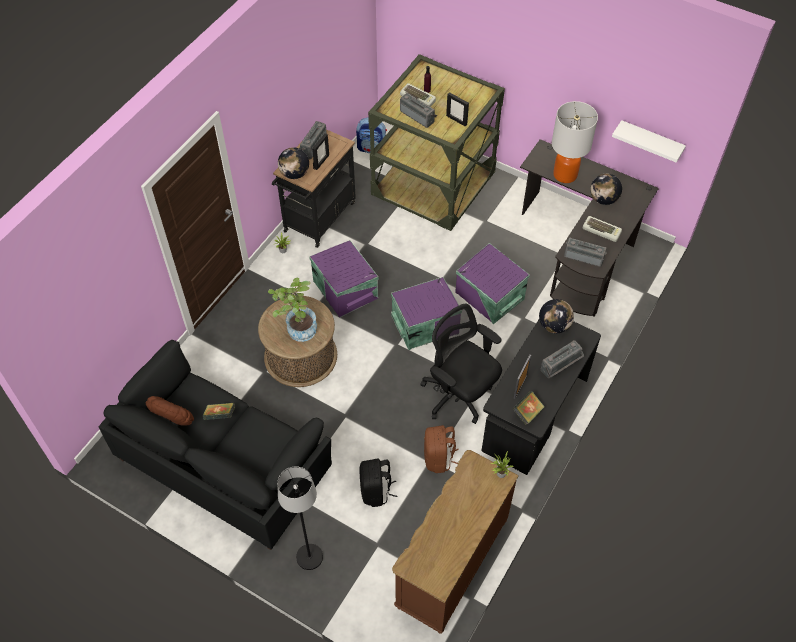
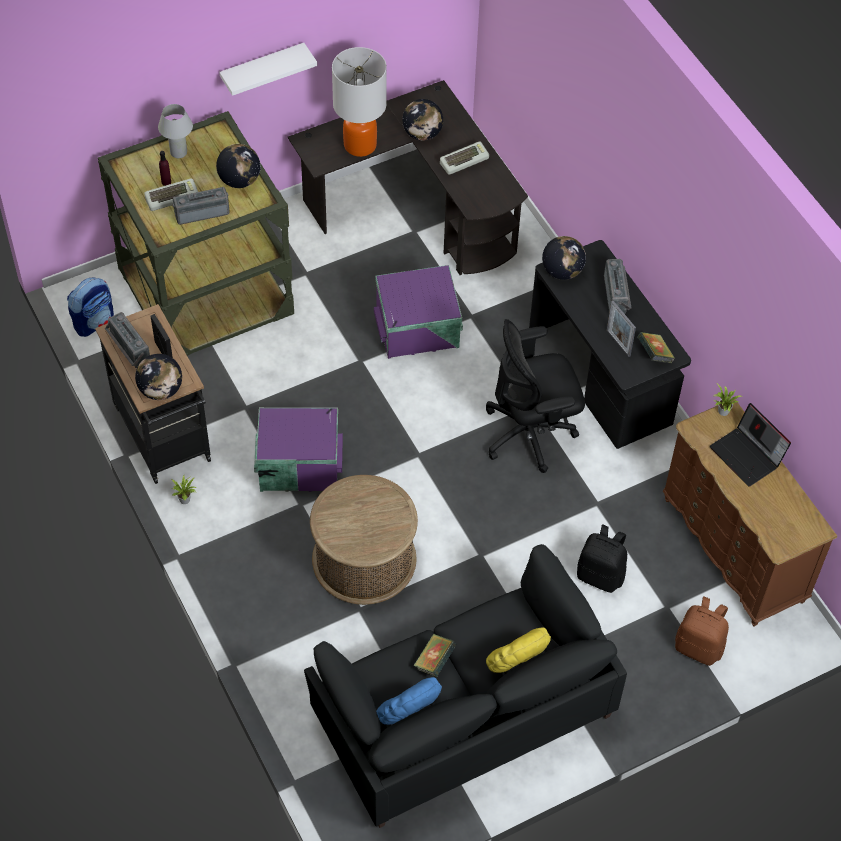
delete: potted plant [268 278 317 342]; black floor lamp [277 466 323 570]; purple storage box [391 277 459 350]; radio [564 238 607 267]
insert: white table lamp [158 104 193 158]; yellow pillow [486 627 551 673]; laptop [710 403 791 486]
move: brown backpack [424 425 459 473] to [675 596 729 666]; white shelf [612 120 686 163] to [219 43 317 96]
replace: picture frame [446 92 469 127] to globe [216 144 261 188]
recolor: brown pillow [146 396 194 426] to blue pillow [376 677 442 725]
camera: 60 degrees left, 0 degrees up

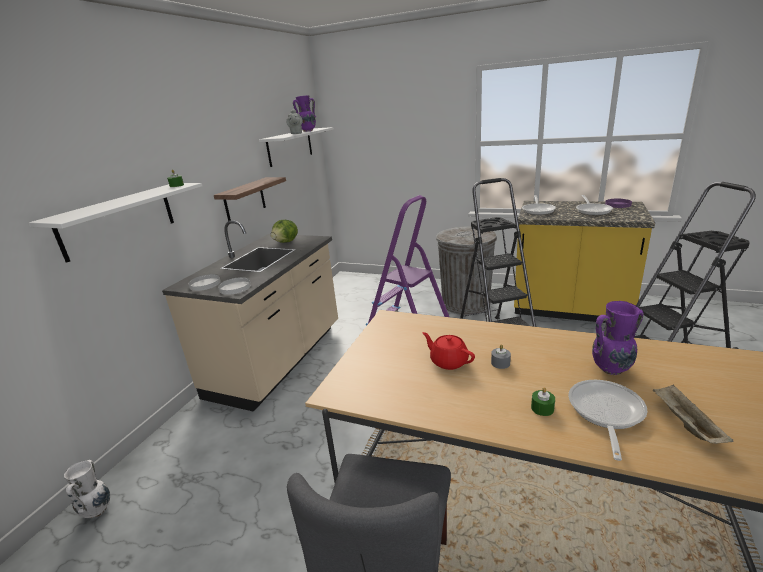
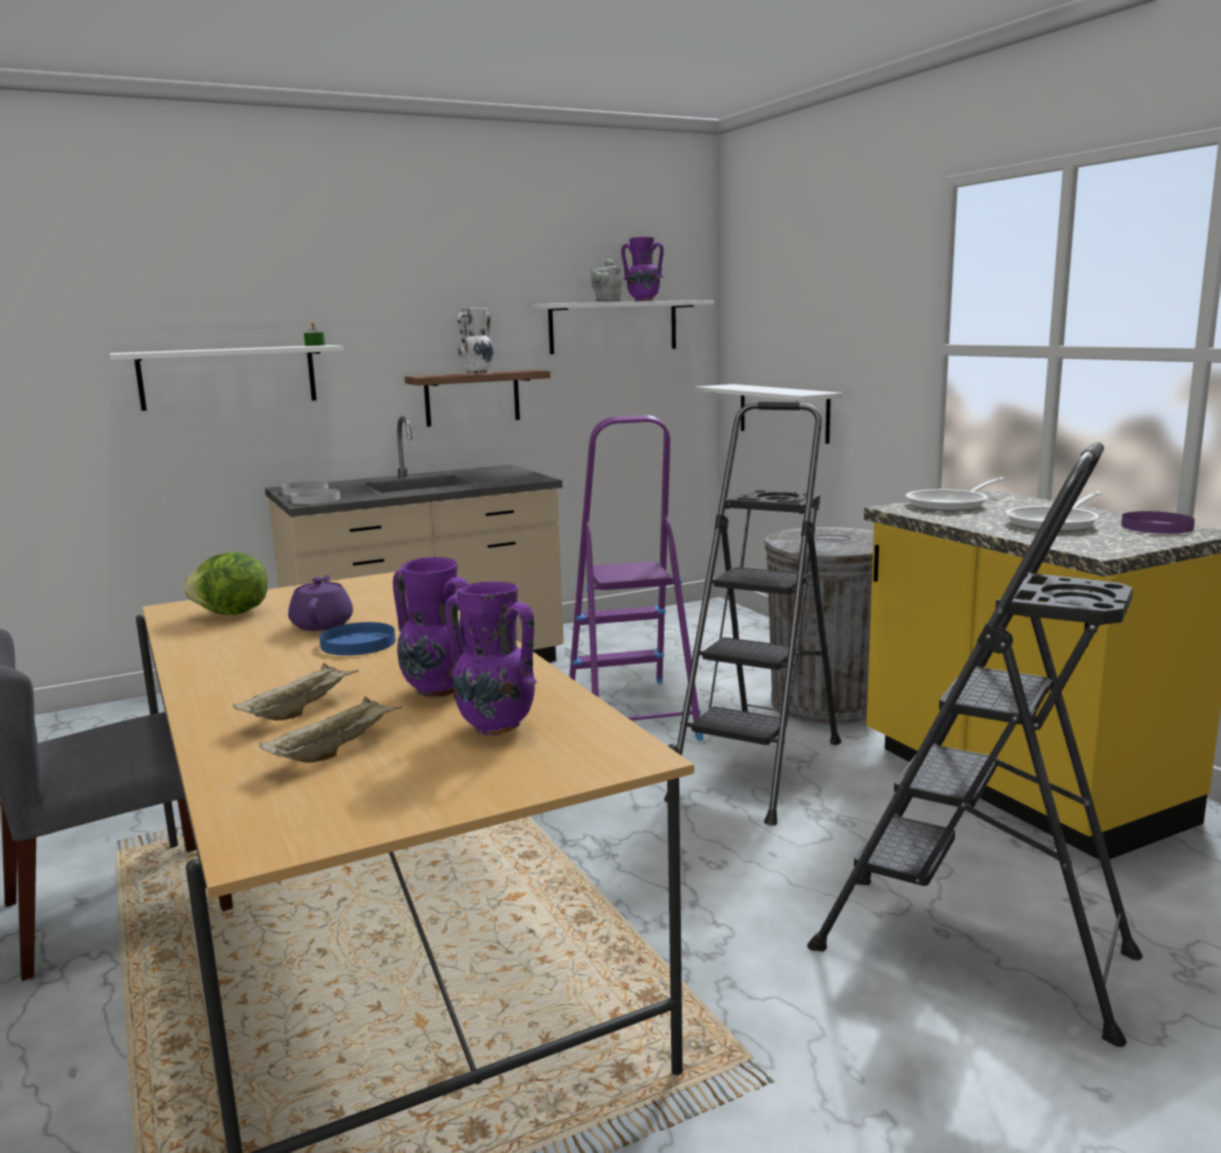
delete: green candle [531 387 555 416]
insert: purple vase [445 582 537 736]; white shelf [694 384 843 444]
move: white vase [64 460 110 518] to [457 308 494 373]; lettuce [271 220 298 243] to [183 552 268 615]
replace: grey candle [491 344 511 369] to blue plate [320 622 396 656]; frying pan [568 380 647 461] to beige tray [233 663 359 720]
recolor: red teapot [423 332 475 370] to purple teapot [288 575 353 631]
camera: 40 degrees right, 10 degrees down

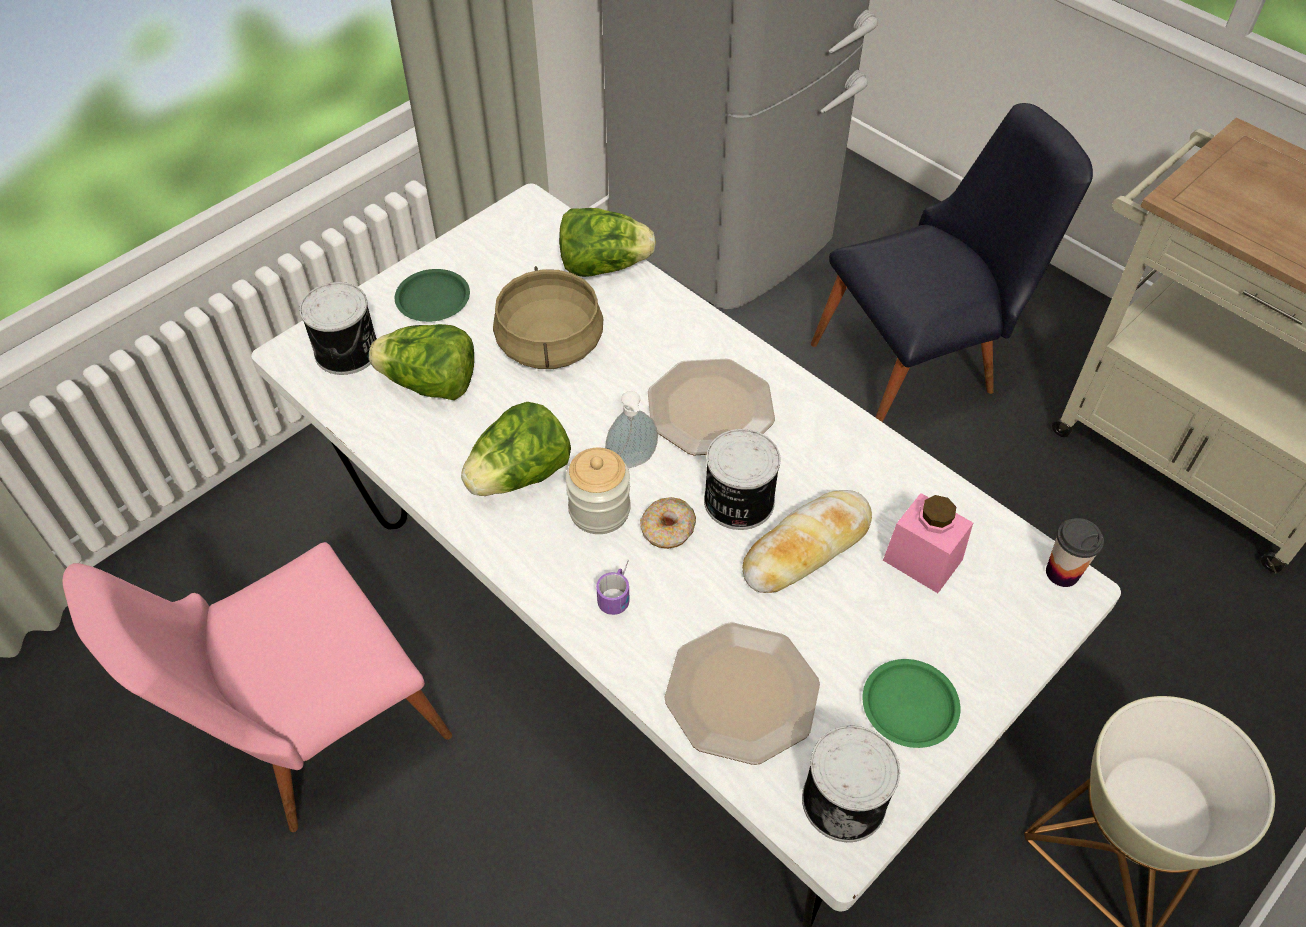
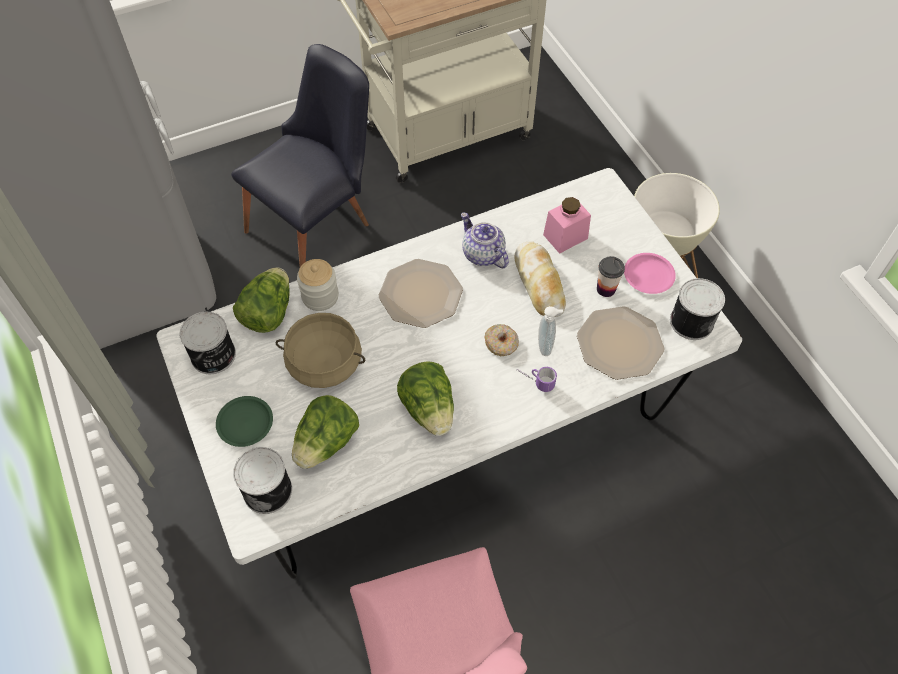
insert: teapot [461 213 509 268]
move: jar [565 448 630 534] to [297 259 339 311]; soap dispenser [605 391 658 468] to [538 306 563 356]; can [704 429 781 530] to [180 312 236 374]; cup [1046 518 1104 587] to [597 256 625 297]
recolor: green plate [862 659 960 748] to pink plate [624 253 676 294]
rotate: black chair [811 103 1093 422] = [231 44 369 267] 45 degrees clockwise
camera: 70 degrees left, 5 degrees up

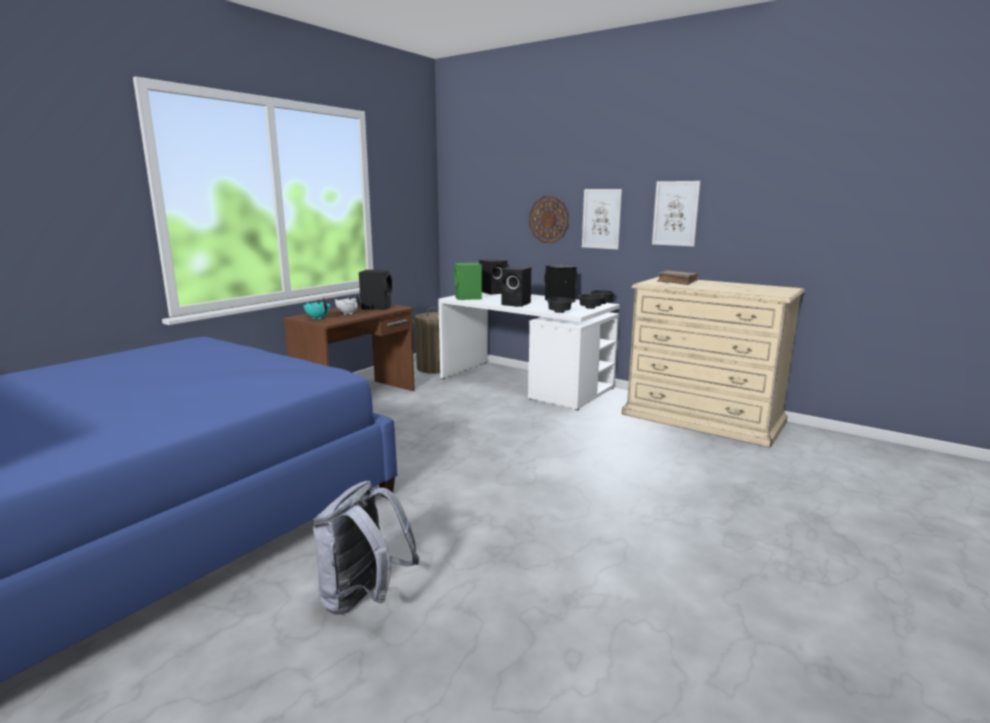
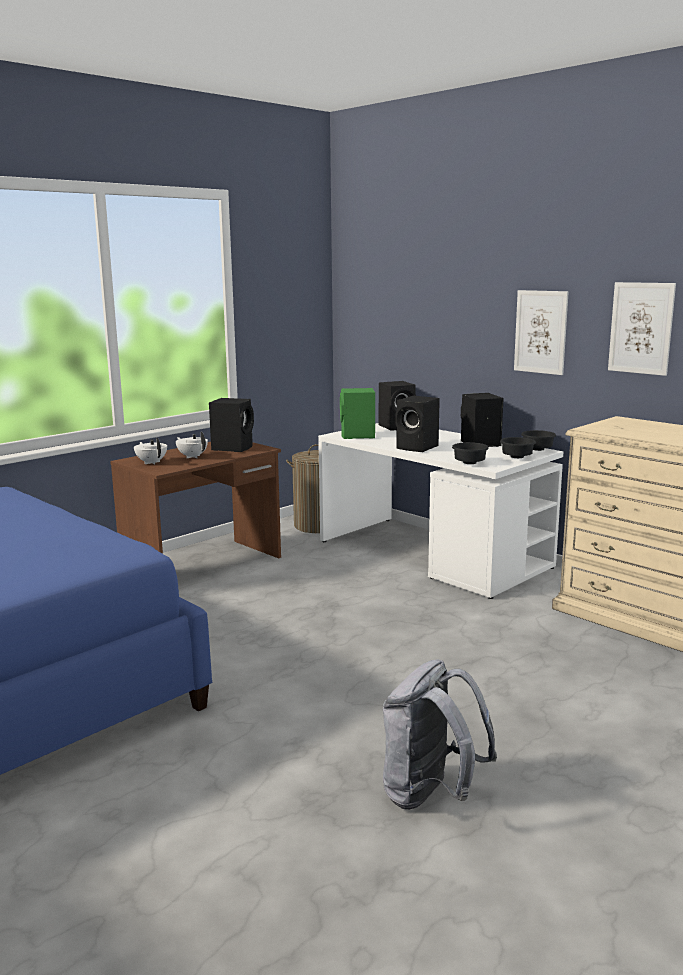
delete: wall clock [529 196 569 243]; brown book [657 271 698 285]
move: grey backpack [313 481 419 615] to [383 659 497 810]
recolor: turquoise teapot [304 298 330 319] to white teapot [134 438 167 465]
camera: 10 degrees right, 0 degrees up

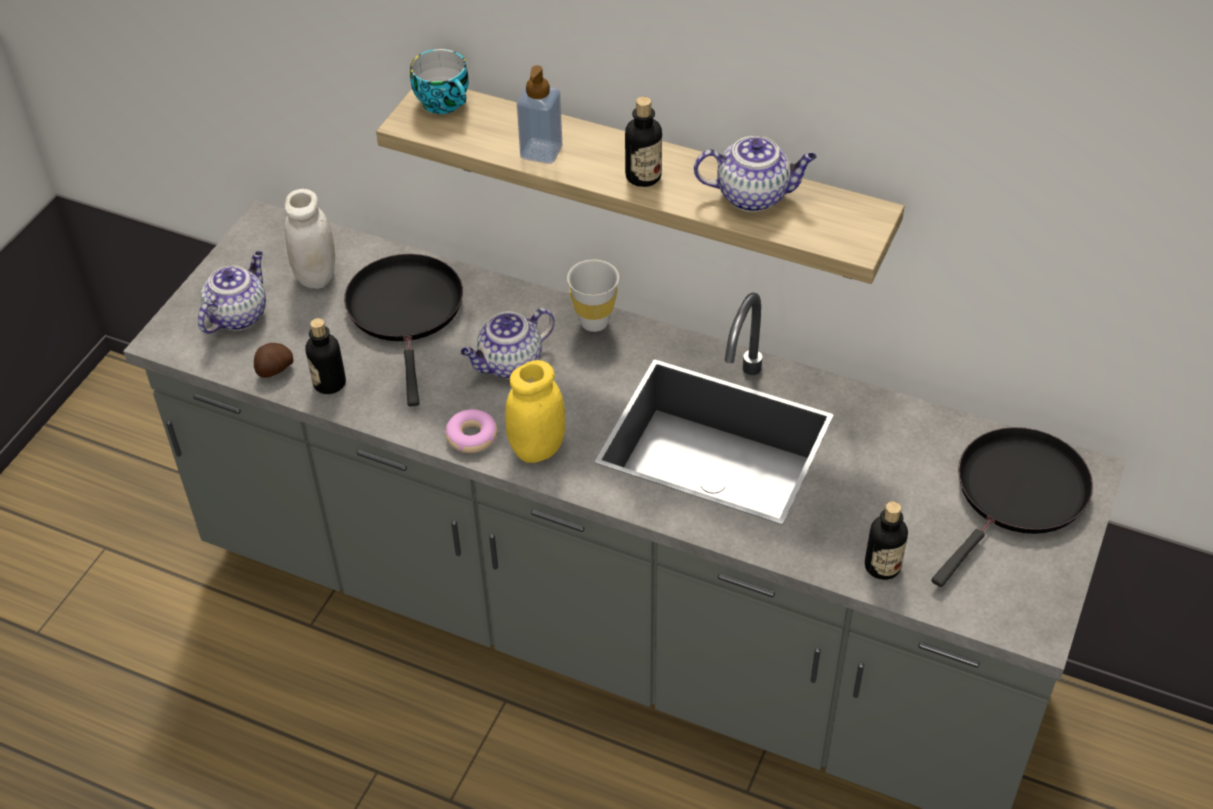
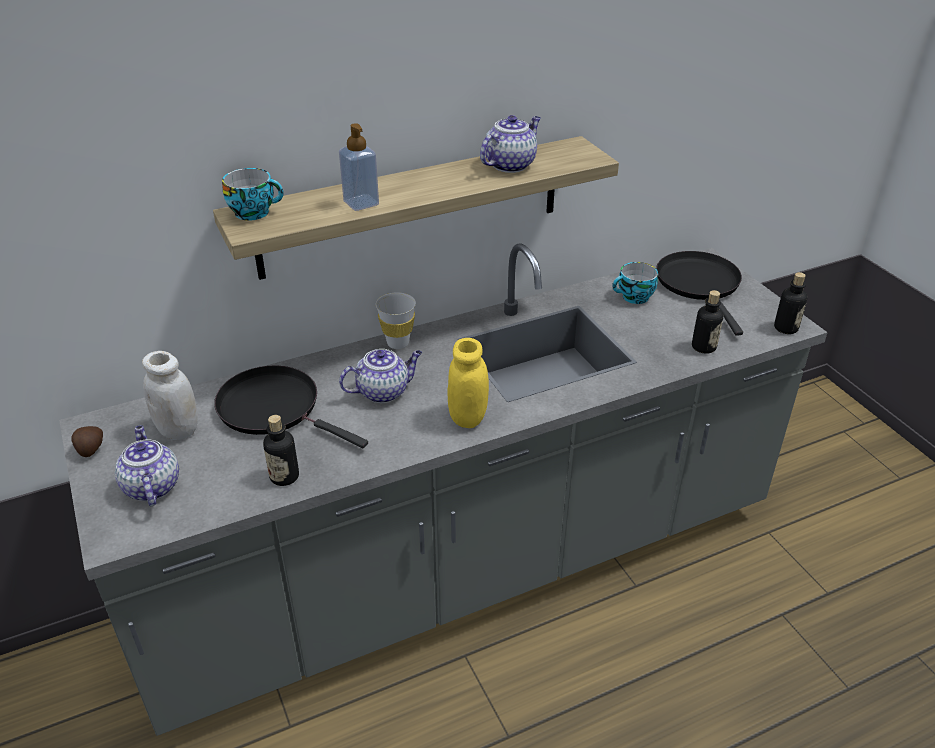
delete: donut [445 409 498 453]
insert: cup [612 262 658 304]
move: potato [254 343 293 378] to [71 426 103 457]; bottle [625 97 662 187] to [774 272 808 334]
rotate: teapot [461 308 555 379] = [339 349 422 403] 120 degrees counterclockwise
camera: 50 degrees left, 10 degrees down

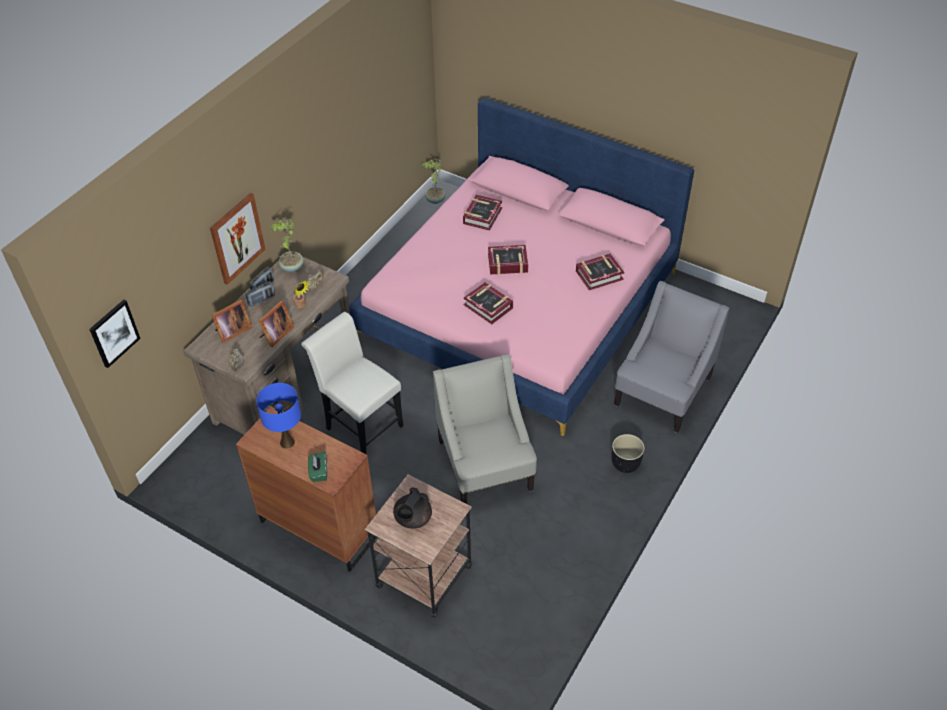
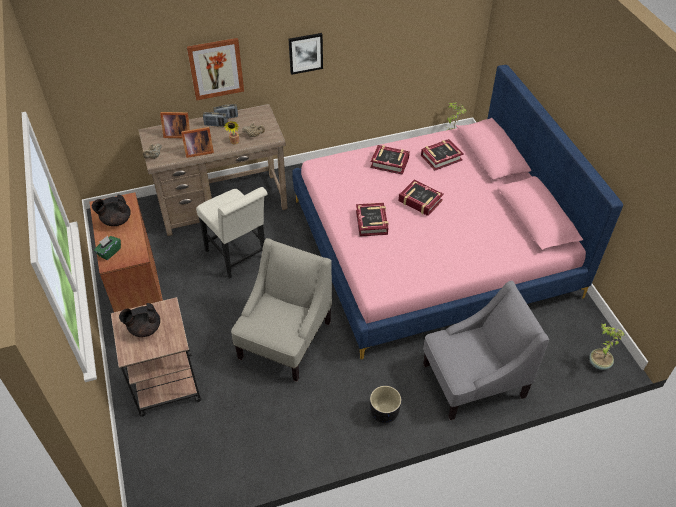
move: picture [89 300 141 368] to [289 33 323 75]; potted plant [270 219 304 272] to [589 323 625 370]; book [576 254 624 290] to [370 145 410 175]
replace: blue table lamp [256 383 301 448] to black teapot [92 195 131 226]
rotate: white chair [301 312 403 454] = [196 187 268 279] 150 degrees clockwise
camera: 40 degrees right, 0 degrees up

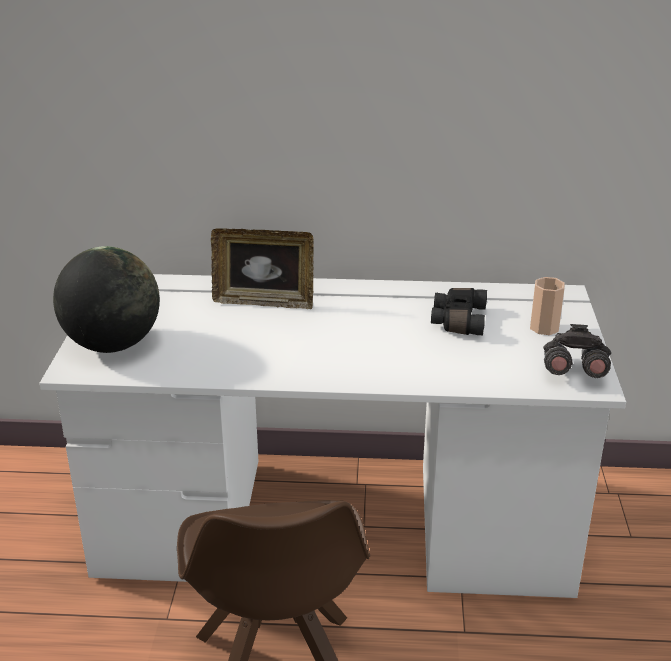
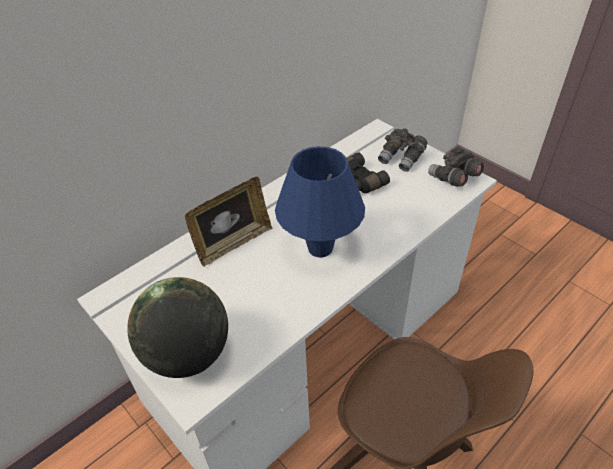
insert: blue table lamp [275 146 365 258]
replace: cup [530 277 565 335] to grey binoculars [378 128 427 172]
camera: 45 degrees left, 15 degrees up

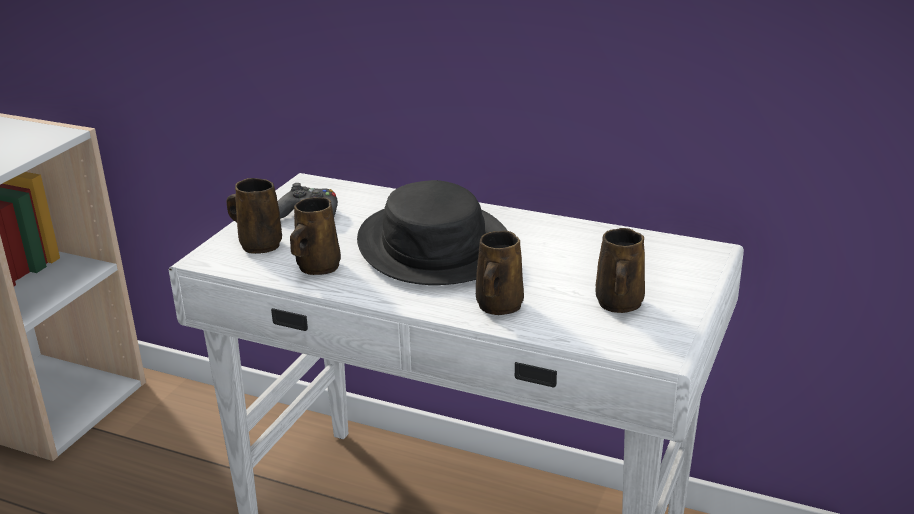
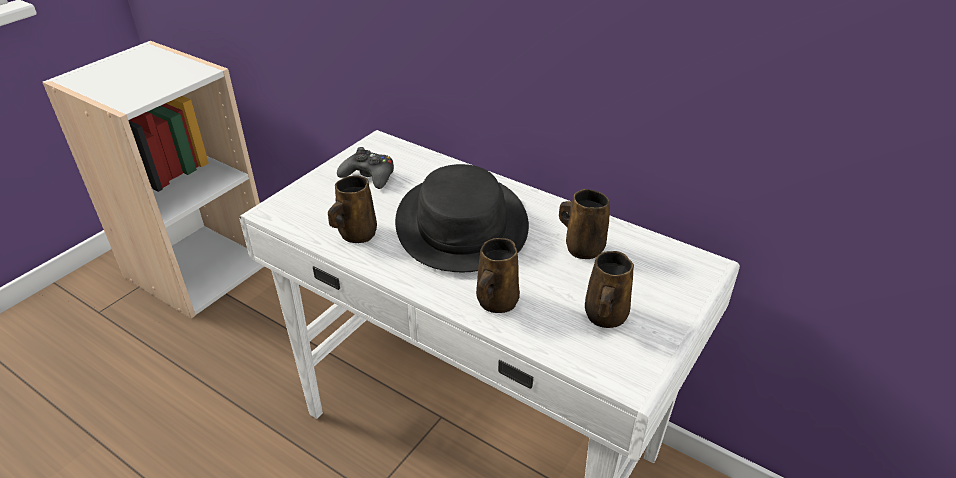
move: brown mug [226 178 282 254] to [559 189 610 259]
camera: 10 degrees right, 10 degrees up

